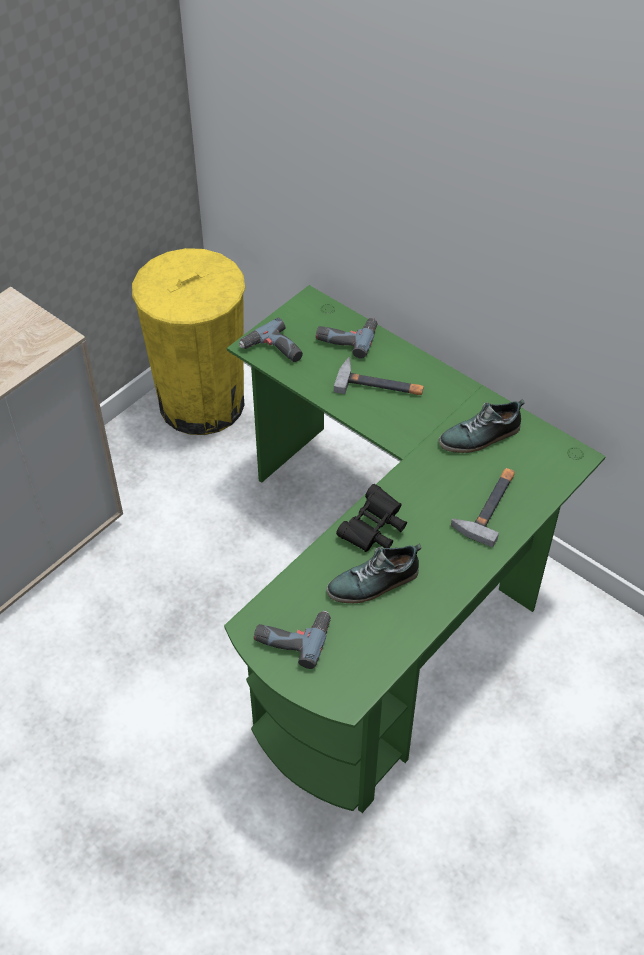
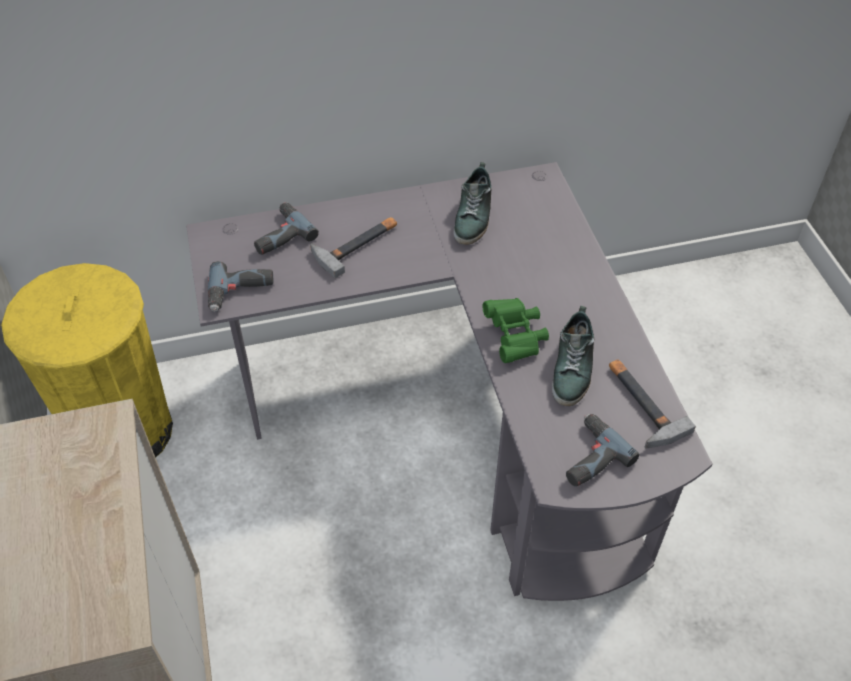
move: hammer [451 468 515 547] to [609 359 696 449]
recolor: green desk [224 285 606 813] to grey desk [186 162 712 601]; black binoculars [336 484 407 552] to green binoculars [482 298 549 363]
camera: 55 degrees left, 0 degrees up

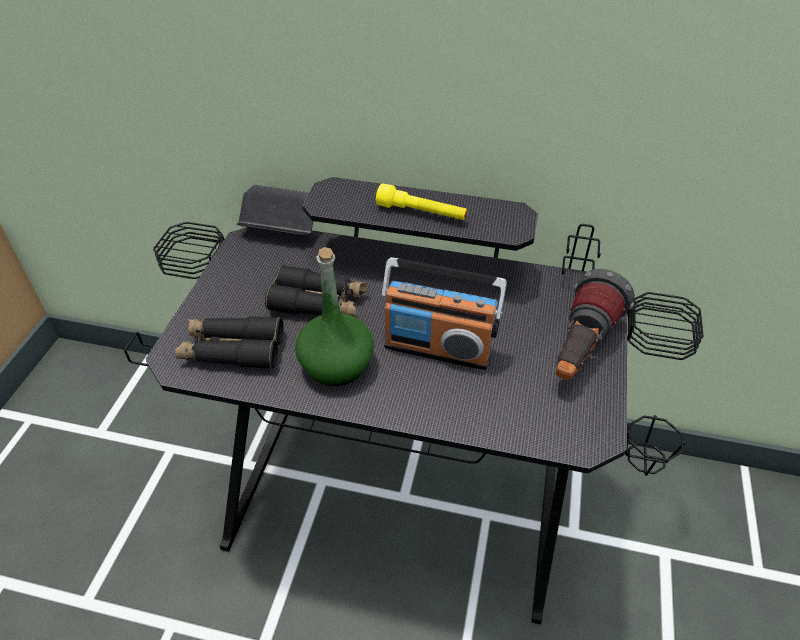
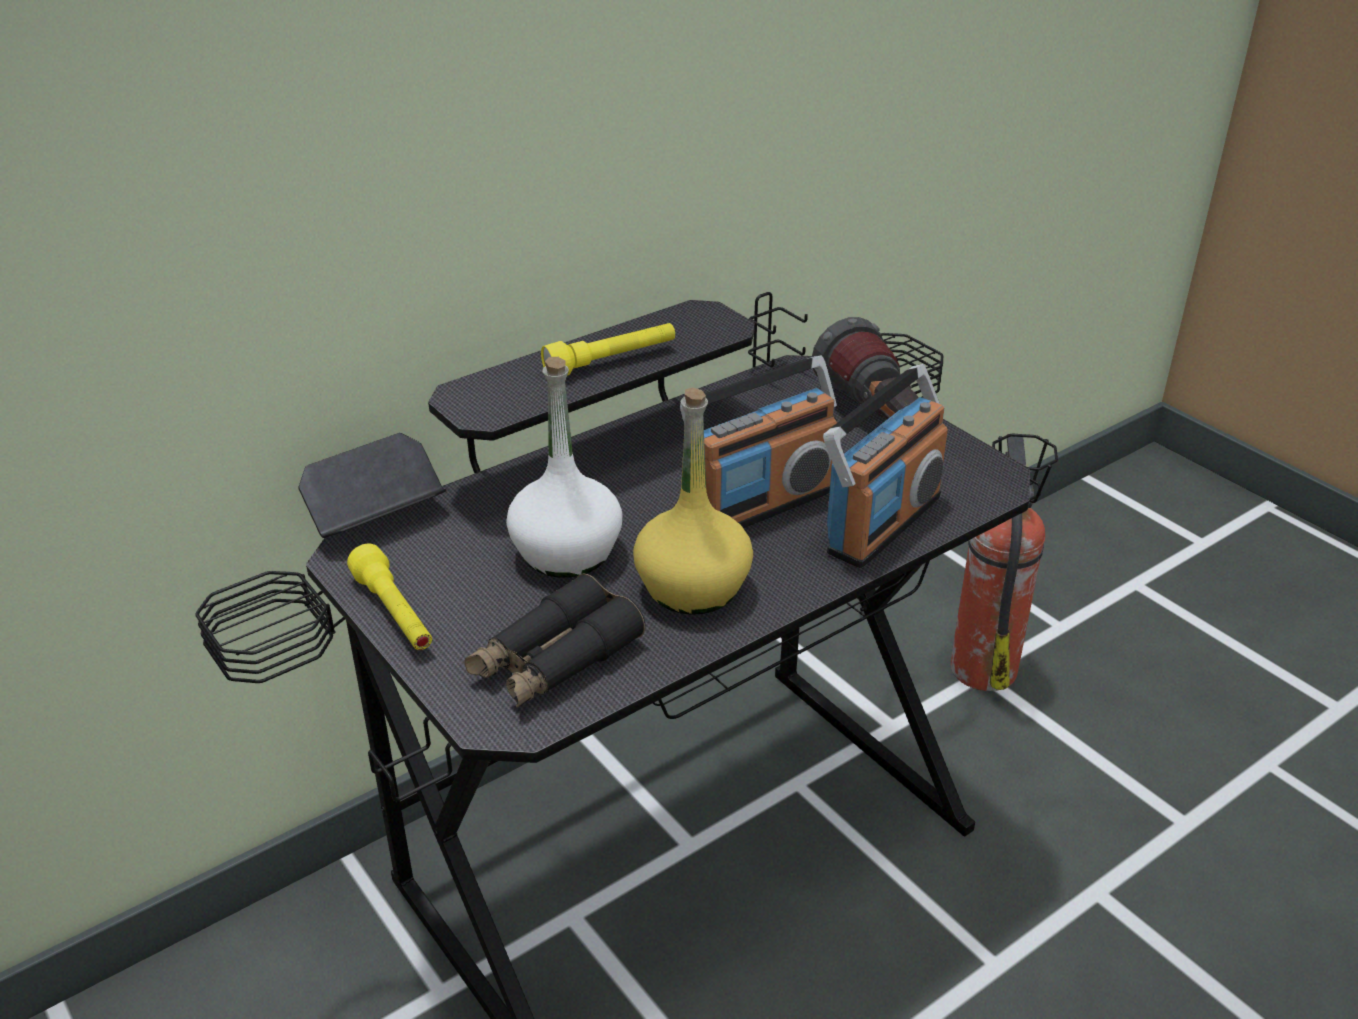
insert: yellow flashlight [347 543 432 650]; radio [823 364 948 568]; fire extinguisher [950 434 1045 691]
replace: black binoculars [265 265 367 318] to white bottle [506 357 622 578]
recolor: green bottle [295 247 374 386] to yellow bottle [633 387 753 615]
camera: 50 degrees left, 10 degrees down

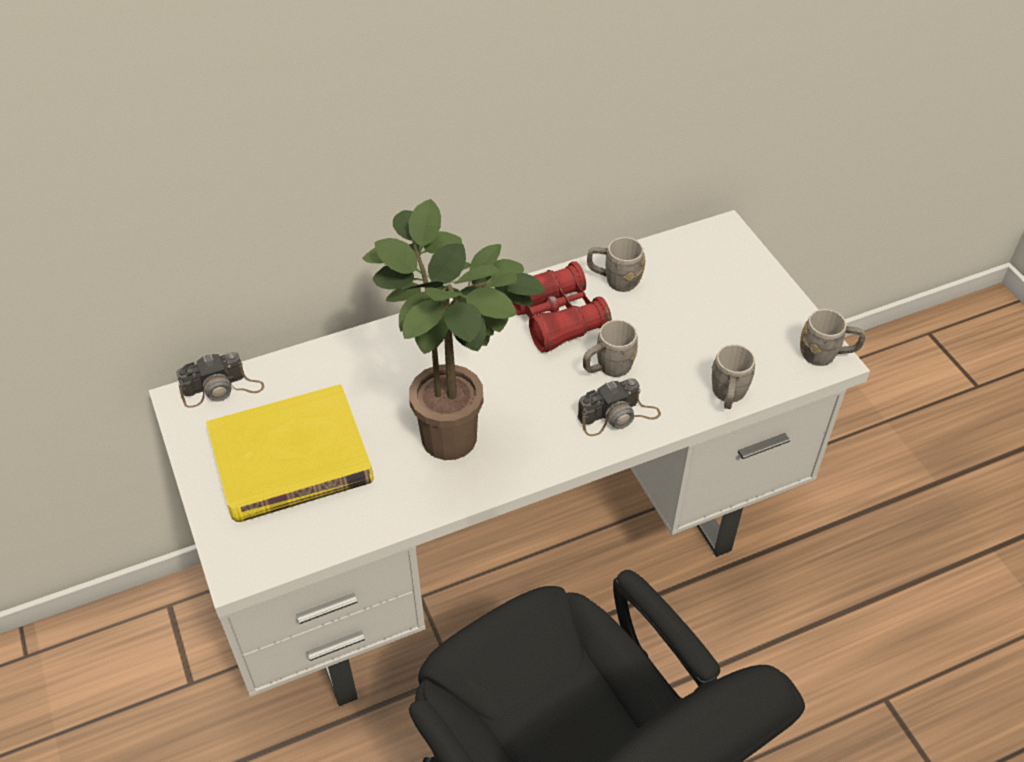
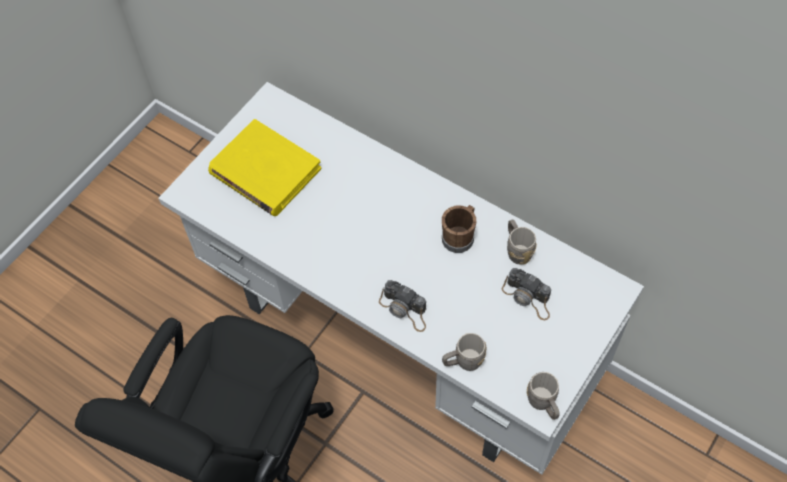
delete: potted plant [362 199 545 460]; grey mug [583 320 638 377]
move: photo camera [176 352 264 408] to [502 268 551 320]
replace: red binoculars [512 261 612 353] to brown mug [442 205 476 253]
camera: 60 degrees right, 10 degrees up

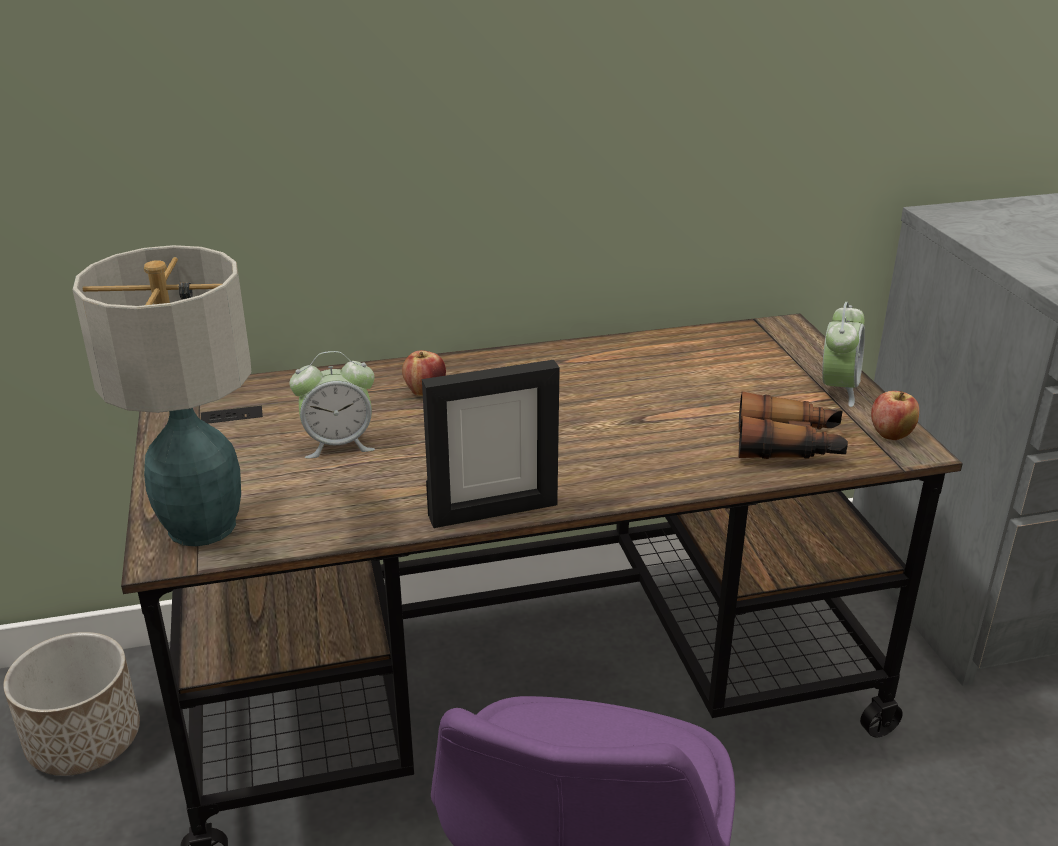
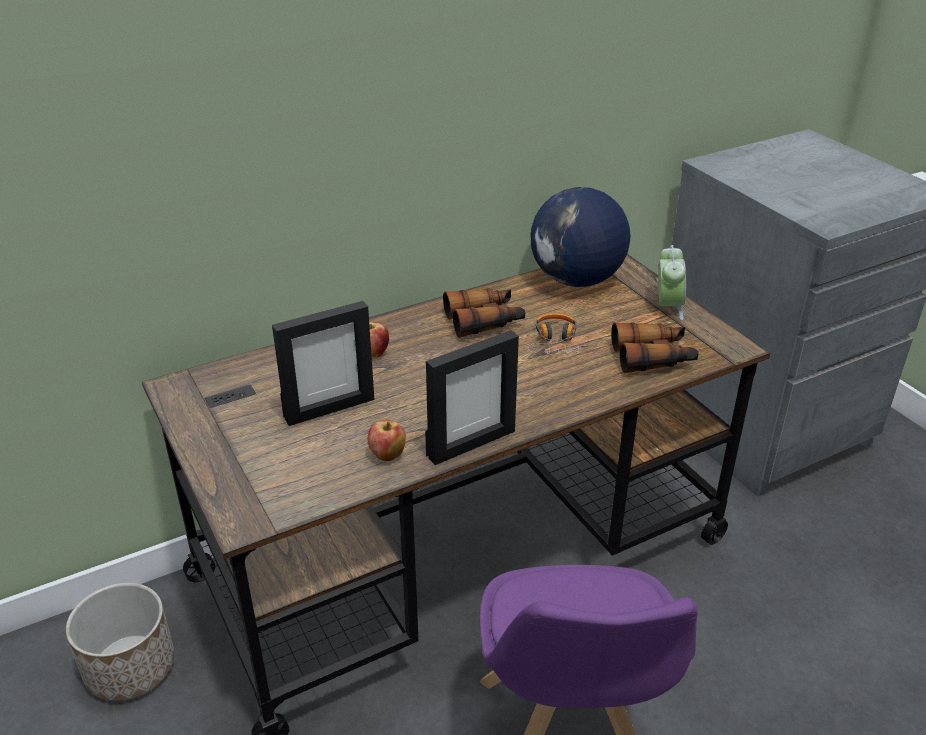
delete: table lamp [73 245 251 547]
insert: binoculars [443 288 525 338]; headphones [527 313 588 355]; globe [531 187 630 287]
move: apple [871 391 919 440] to [368 420 406 461]
replace: alarm clock [290 351 375 459] to picture frame [272 301 374 426]
camera: 15 degrees left, 5 degrees up

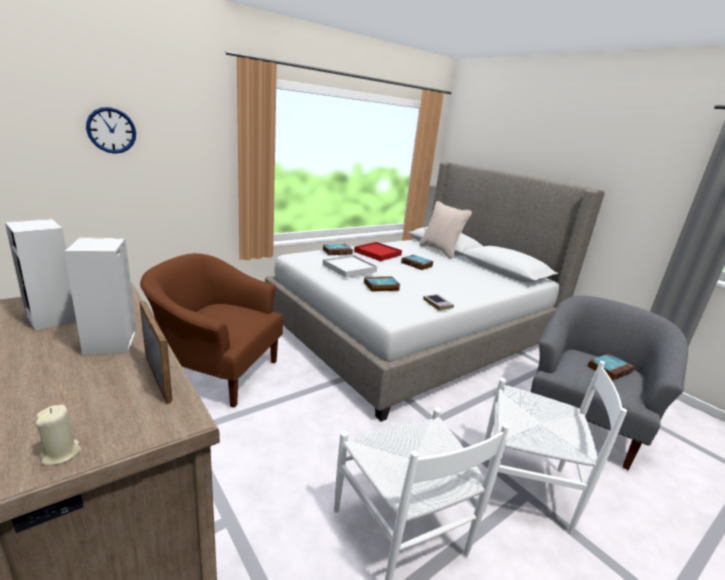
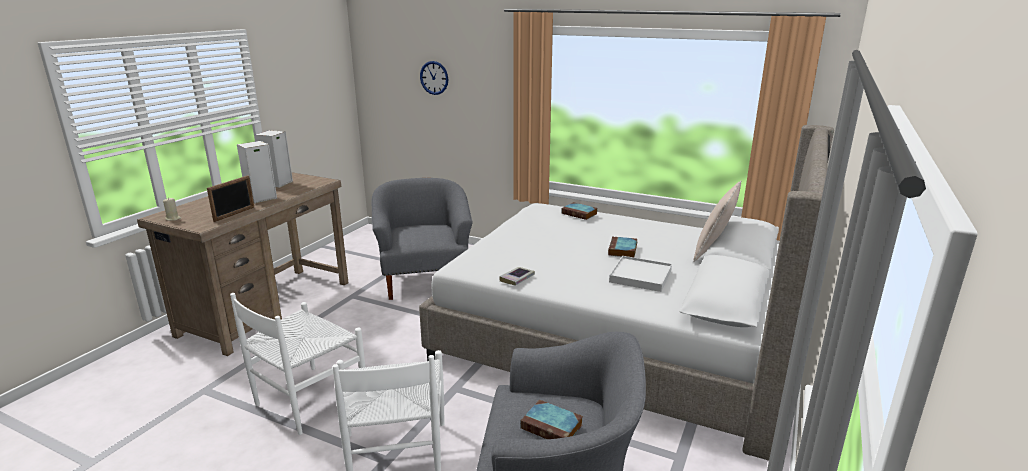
delete: red tray [354 242 402 261]; book [364 276 401 292]
move: white tray [323 255 377 278] to [609 256 672 292]
recolor: brown armchair [140 253 283 408] to grey armchair [372 178 473 300]
camera: 65 degrees right, 0 degrees up

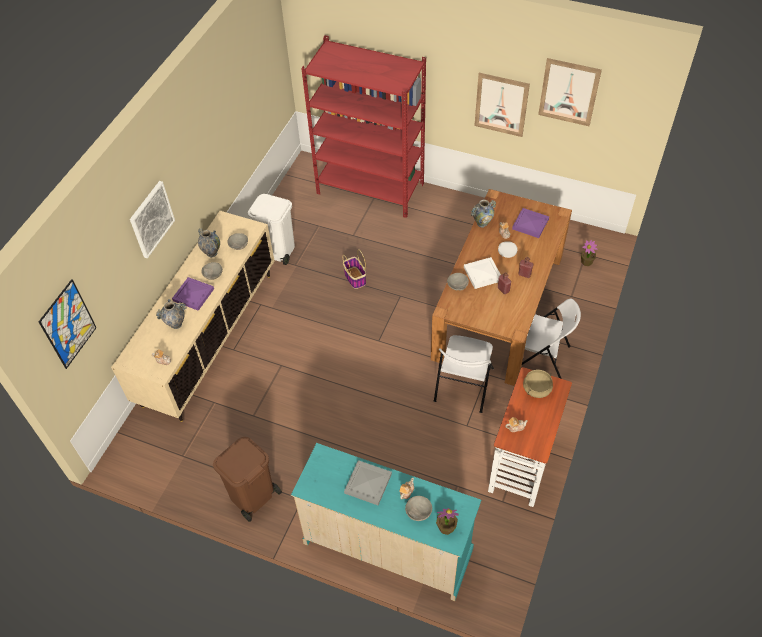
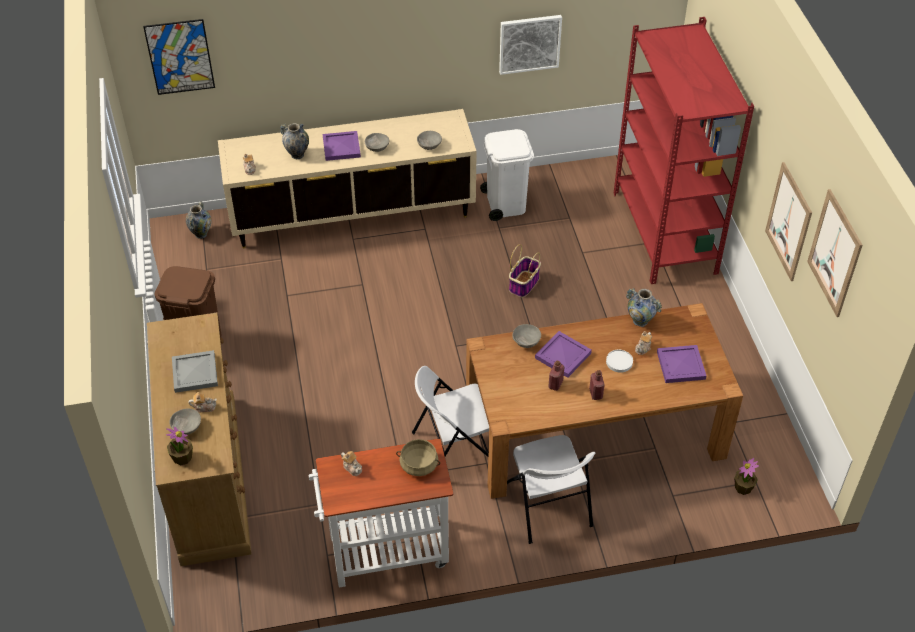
move: picture [130 181 175 258] to [499 15 562 75]; vase [198 228 220 257] to [186 201 211 239]
recolor: turquoise dresser [291 443 481 601] to brown dresser [147 313 252 566]; white tray [464 257 501 289] to purple tray [535 331 592 378]
camera: 55 degrees right, 5 degrees down

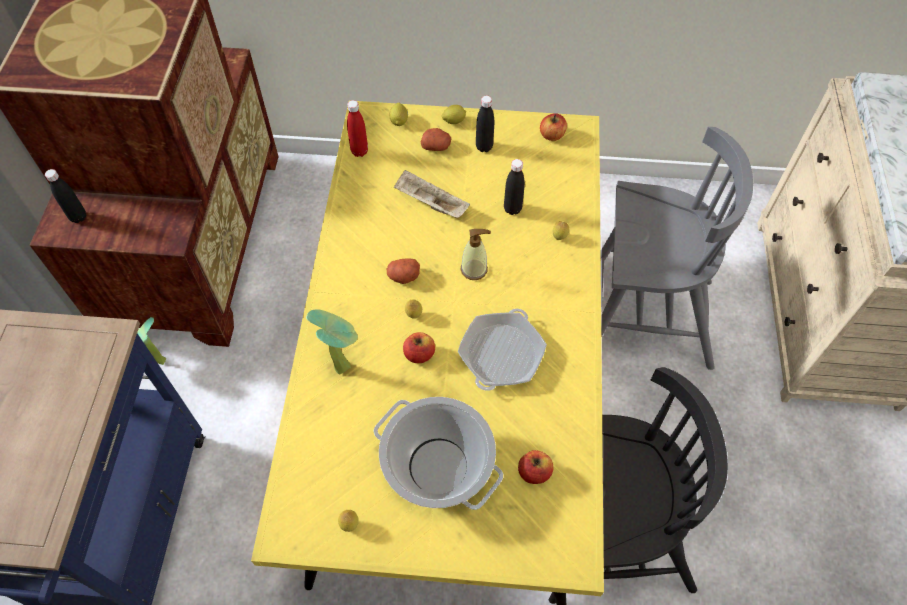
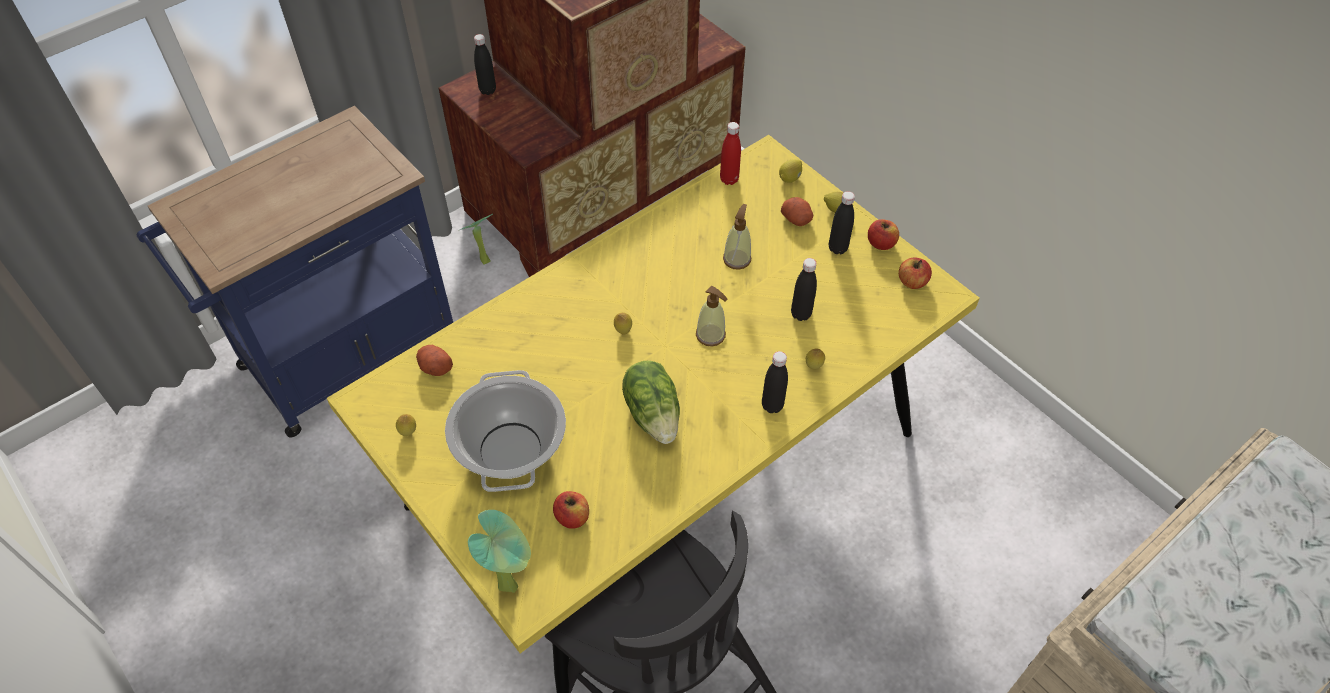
delete: grey chair [601 127 753 370]
insert: black bottle [762 351 788 413]
move: potted plant [306 309 358 374] to [468 510 531 593]; potato [387 259 420 284] to [416 345 453 376]; apple [403 332 435 363] to [868 219 899 250]
replace: beige tray [394 170 470 218] to soap dispenser [723 204 751 270]; frying pan [458 309 547 391] to lettuce [622 360 680 444]
camera: 45 degrees right, 5 degrees down

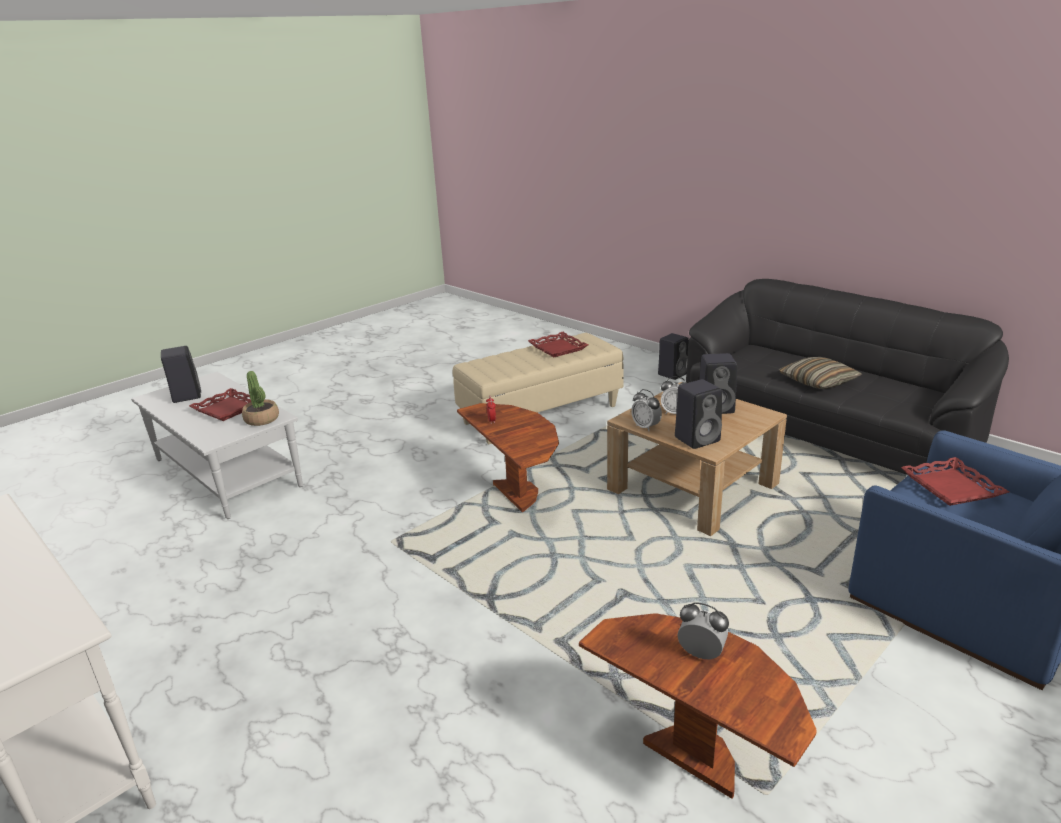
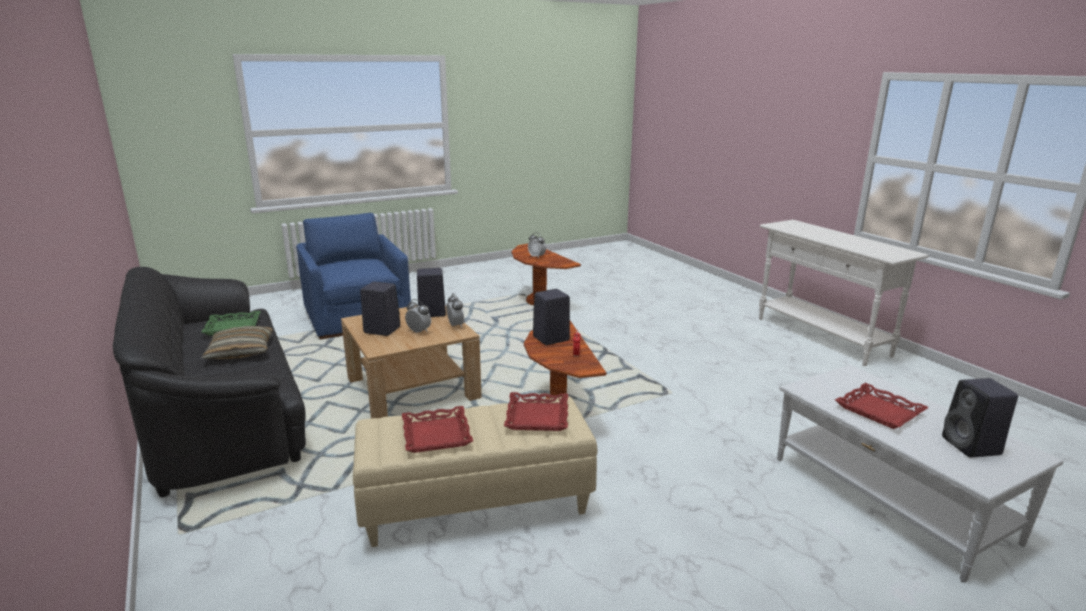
delete: potted plant [242 371 279 426]
insert: green tray [201 311 261 336]
move: black speaker [658 333 689 380] to [533 289 570 345]; red tray [901 457 1009 506] to [504 392 568 431]
camera: 165 degrees left, 5 degrees down

